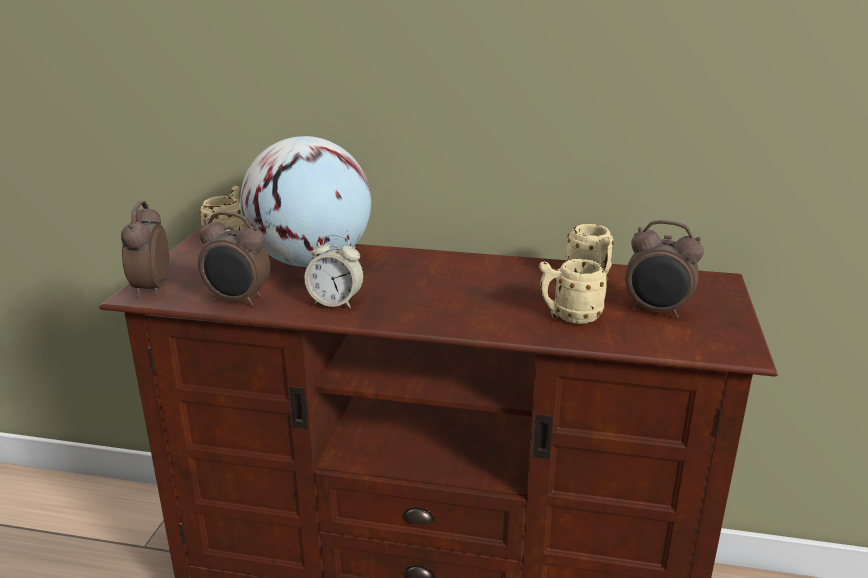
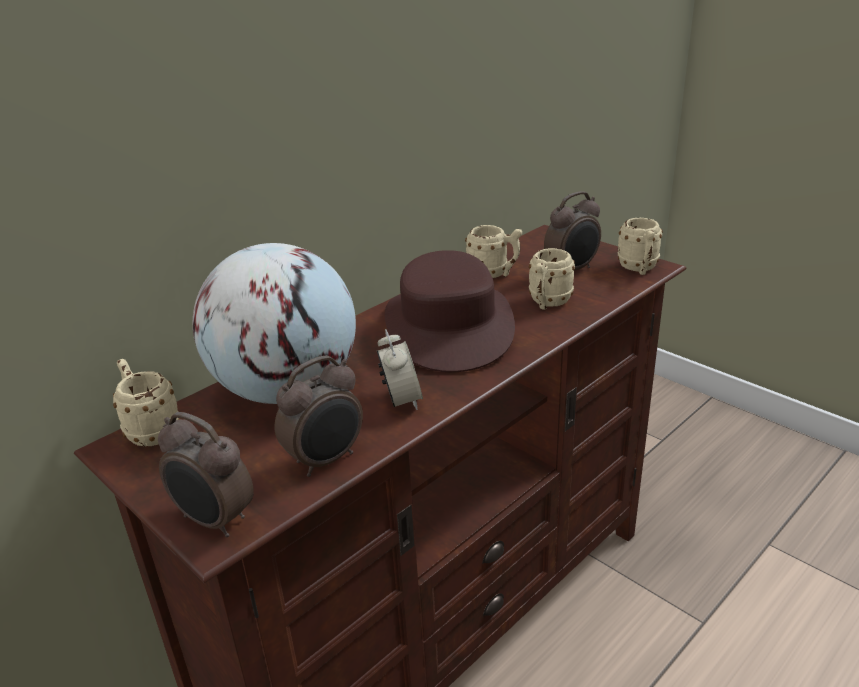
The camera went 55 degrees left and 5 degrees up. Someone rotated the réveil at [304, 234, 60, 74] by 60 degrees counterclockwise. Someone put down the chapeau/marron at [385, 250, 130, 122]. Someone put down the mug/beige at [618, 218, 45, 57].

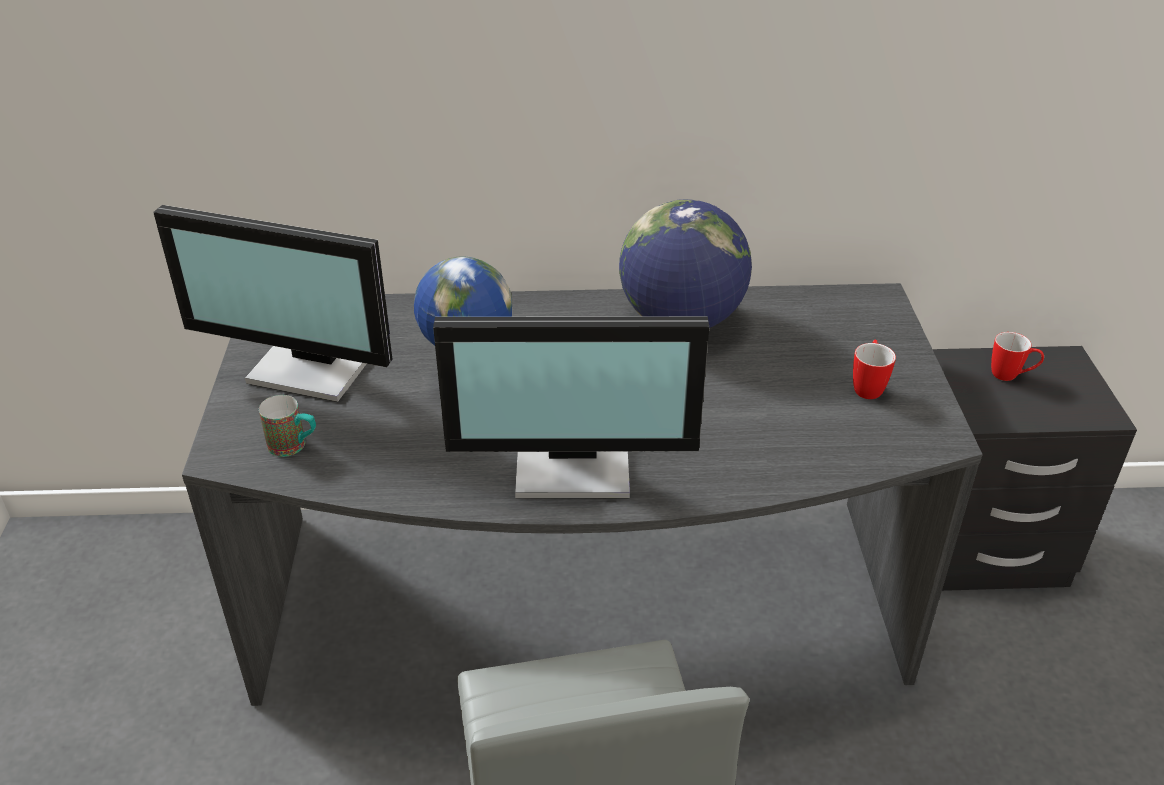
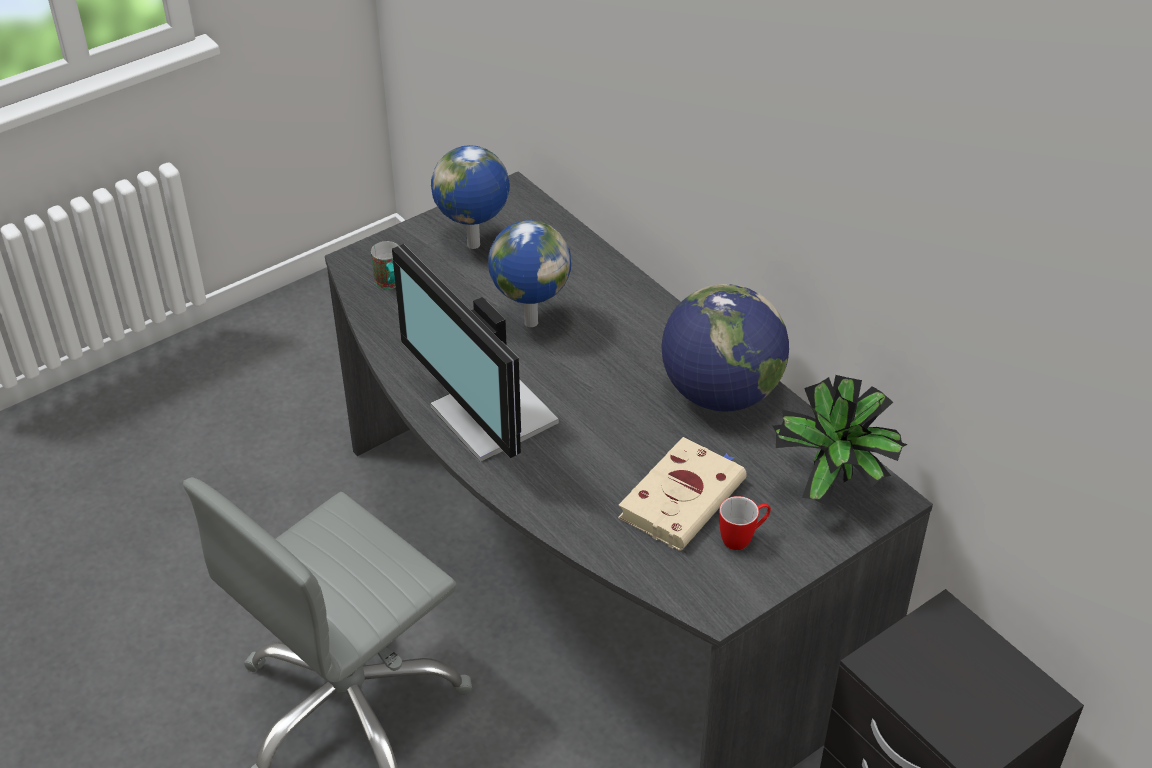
The camera went 55 degrees right and 5 degrees up. Someone swapped the écran d'ordinateur at [153, 205, 240, 197] for the globe at [431, 145, 79, 104]. Someone took away the mug at [991, 332, 53, 49]. Someone put down the livre/beige at [618, 437, 129, 114]. Someone put down the plante en pot at [773, 375, 135, 131].

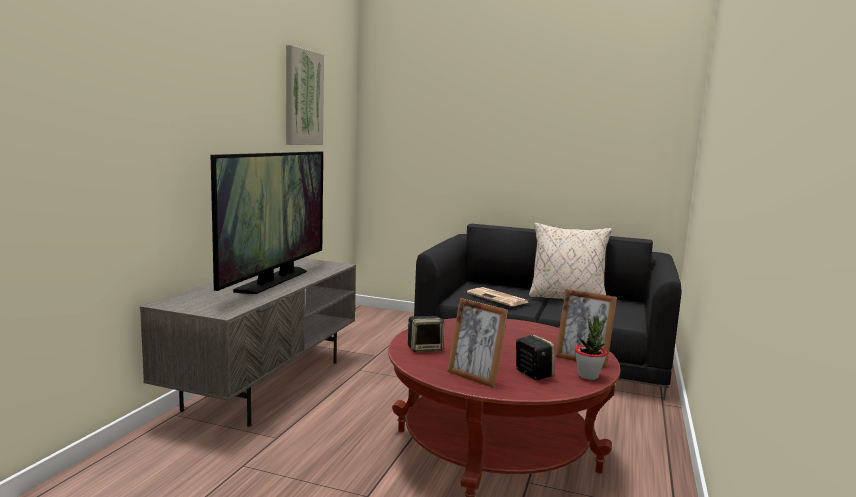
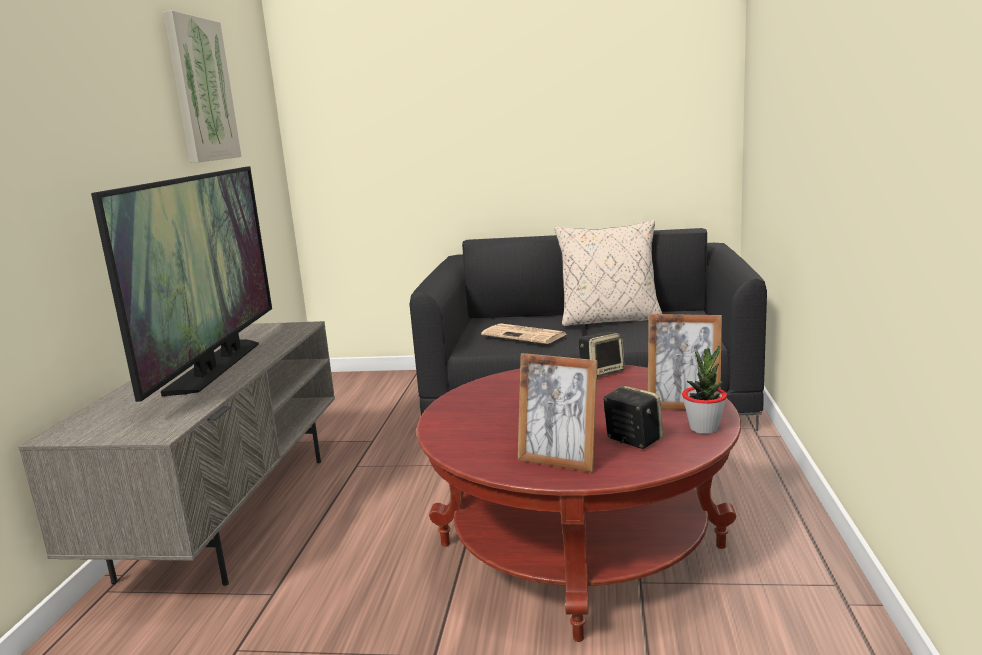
The camera went 10 degrees left and 5 degrees up. Someone carried the enceinte from [408, 316, 36, 36] to [579, 331, 46, 46].

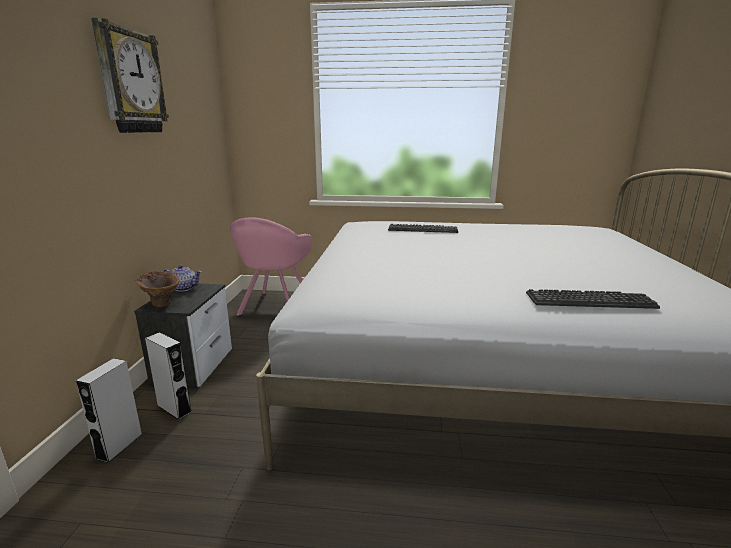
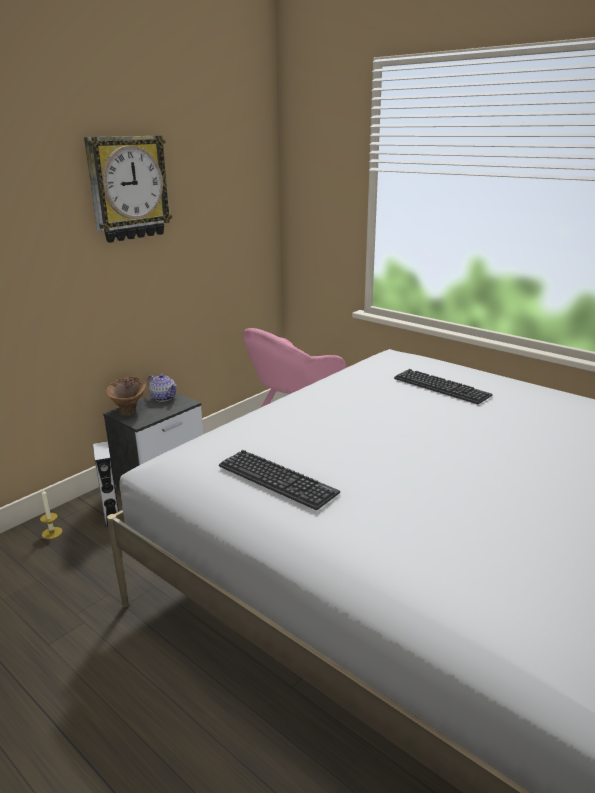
The camera went 35 degrees right and 5 degrees up. Someone swapped the enceinte/gris at [76, 358, 66, 105] for the bougie at [40, 490, 23, 49]. Someone carried the clavier from [526, 289, 134, 20] to [219, 450, 121, 60].

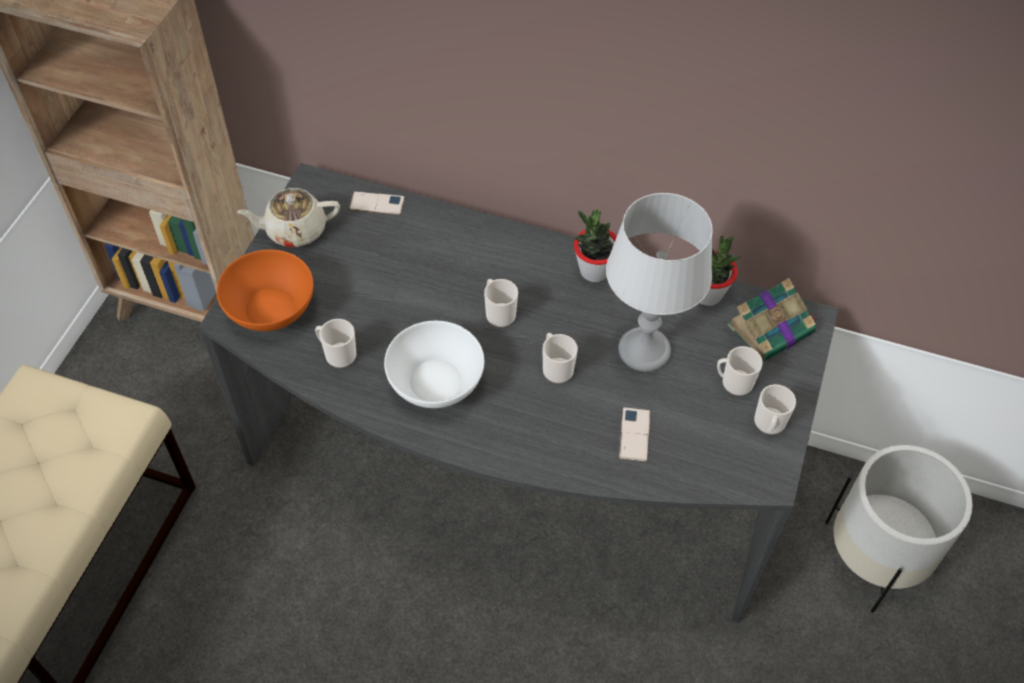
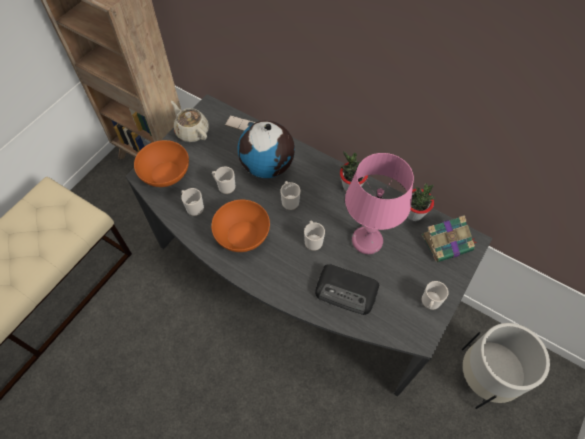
The camera went 15 degrees right and 5 degrees up. Someone rotated the théière/beige at [237, 188, 103, 59] by 45 degrees clockwise. Someone repainted the bol/blanc at [384, 321, 100, 87], which became the bol/orange at [211, 200, 59, 52]. Someone repainted the lampe de table/gris at [606, 193, 107, 179], which became the lampe de table/rose at [345, 153, 69, 101]. Someone swapped the téléphone at [619, 407, 31, 55] for the radio at [315, 264, 64, 51]. Someone carried the mug from [717, 346, 46, 50] to [212, 167, 23, 27]. Someone put down the globe at [238, 121, 57, 57].

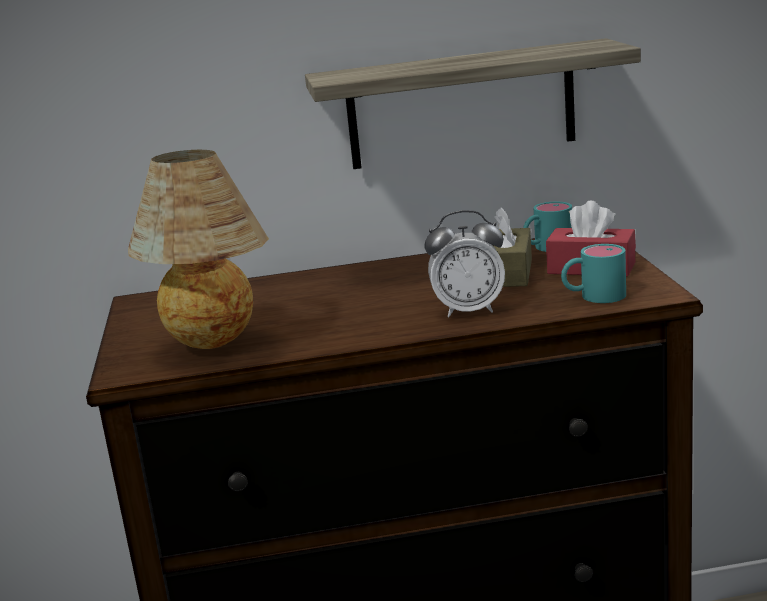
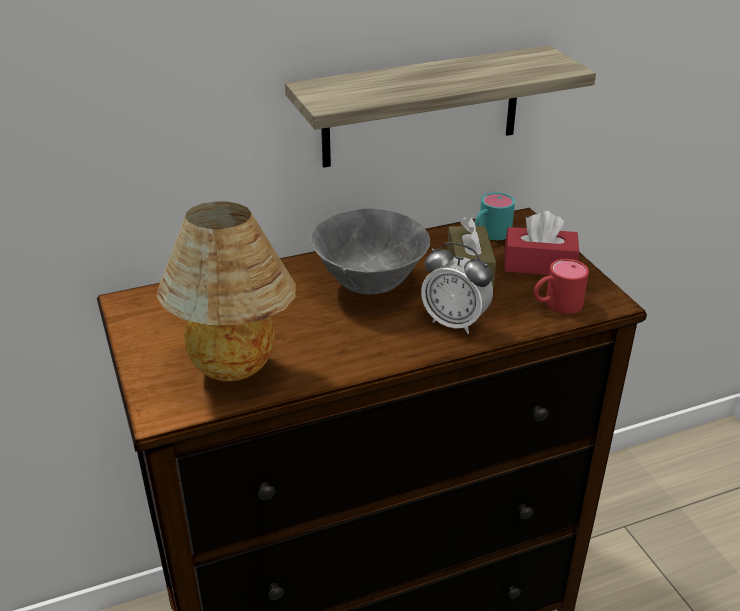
The camera went 15 degrees left and 15 degrees up. Someone rotated the réveil at [424, 210, 81, 107] by 45 degrees clockwise. Someone repainted the mug/turquoise at [561, 244, 65, 59], which became the mug/rouge at [534, 259, 55, 55]. Someone put down the bol/gris at [311, 209, 119, 85].

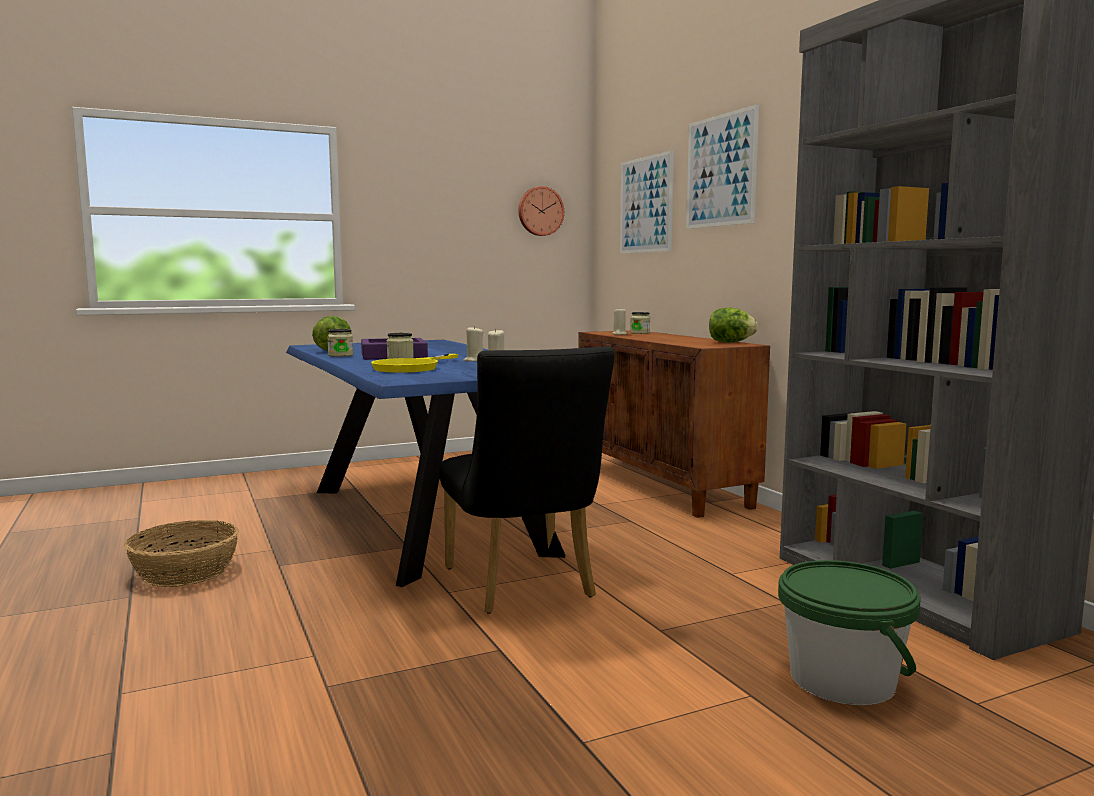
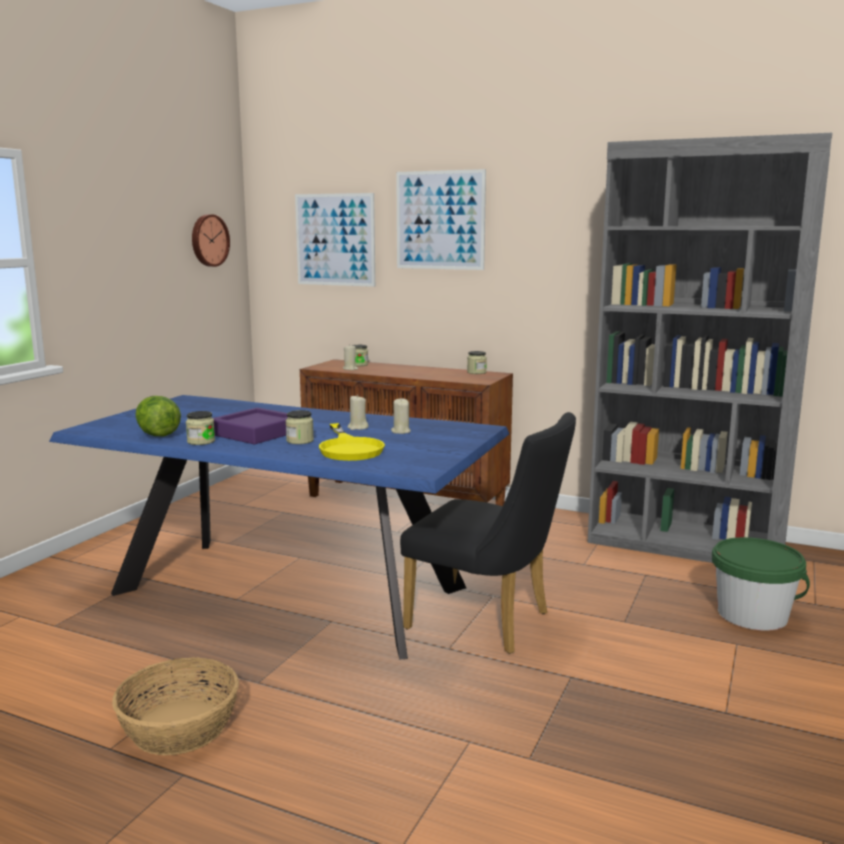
The camera went 40 degrees left and 5 degrees up. Someone swapped the laitue at [709, 308, 49, 35] for the bocal at [467, 351, 20, 23].

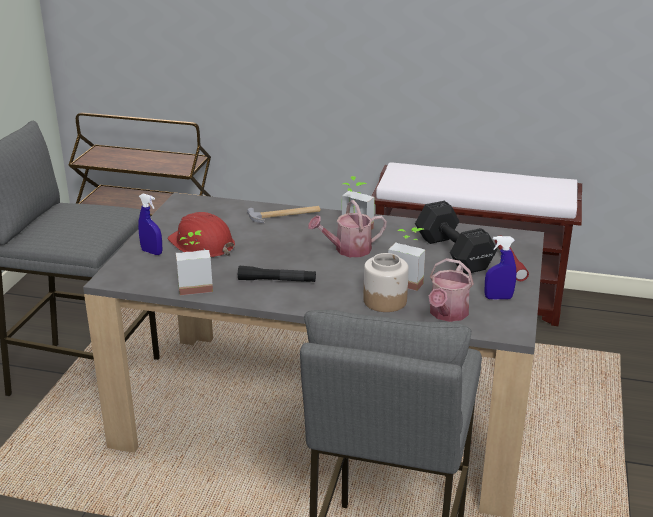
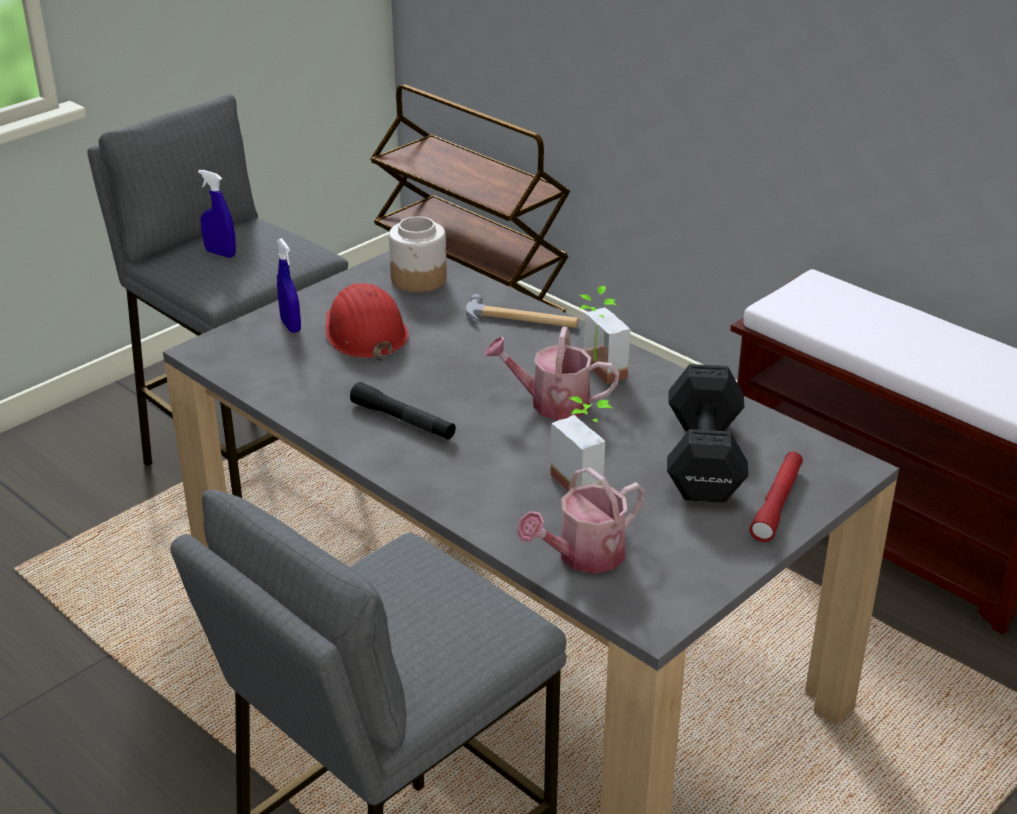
The camera went 30 degrees right and 5 degrees up. Someone took away the plante en pot at [176, 230, 37, 65]. Someone carried the bocal from [363, 253, 46, 59] to [389, 216, 58, 76]. Someone carried the vaporisateur/bleu from [484, 236, 32, 64] to [198, 170, 38, 88].

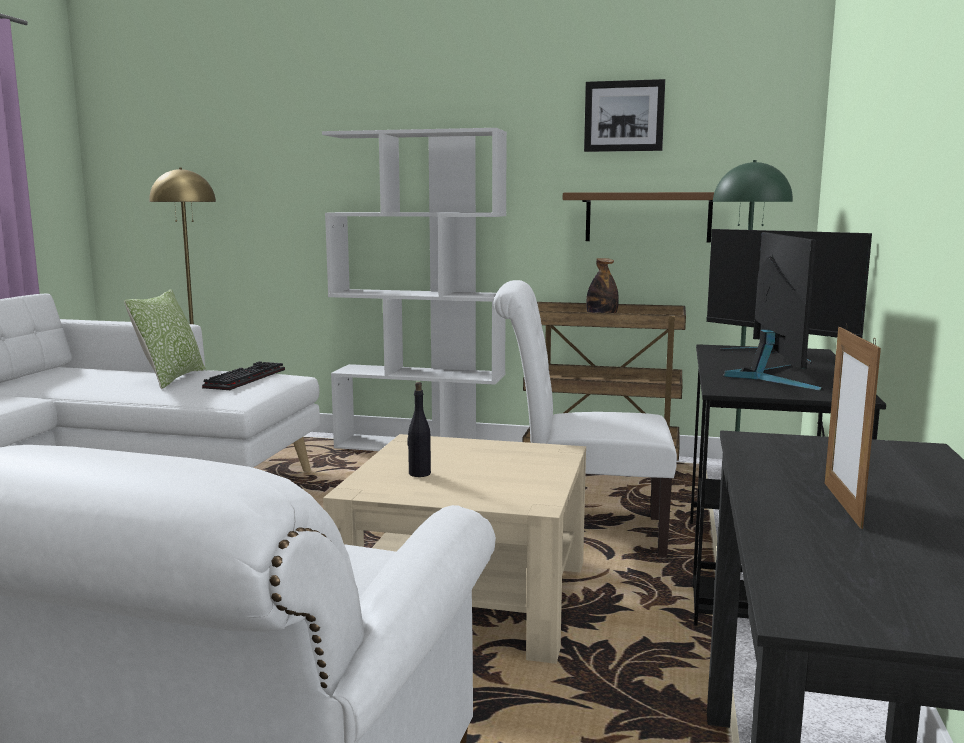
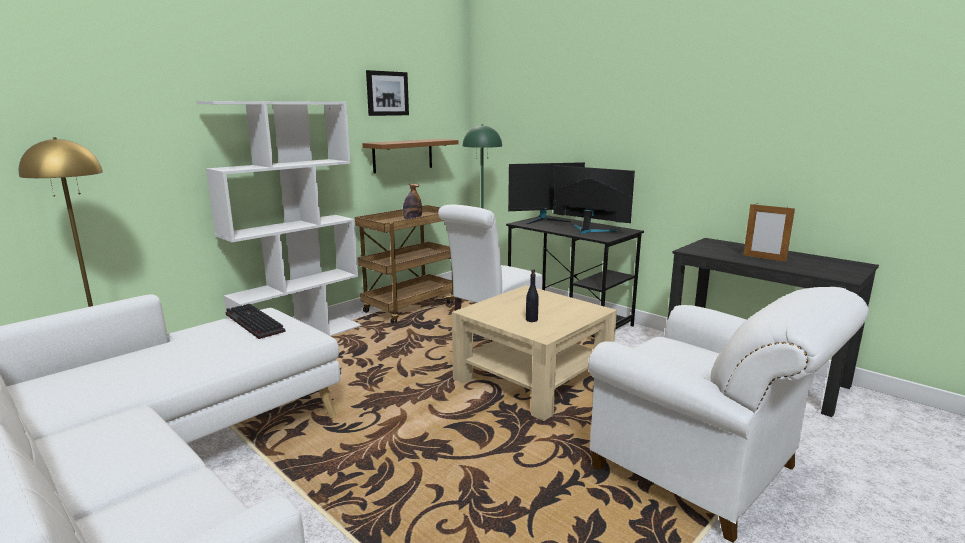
The camera went 60 degrees left and 5 degrees up. Someone took away the coussin at [124, 289, 82, 100].

